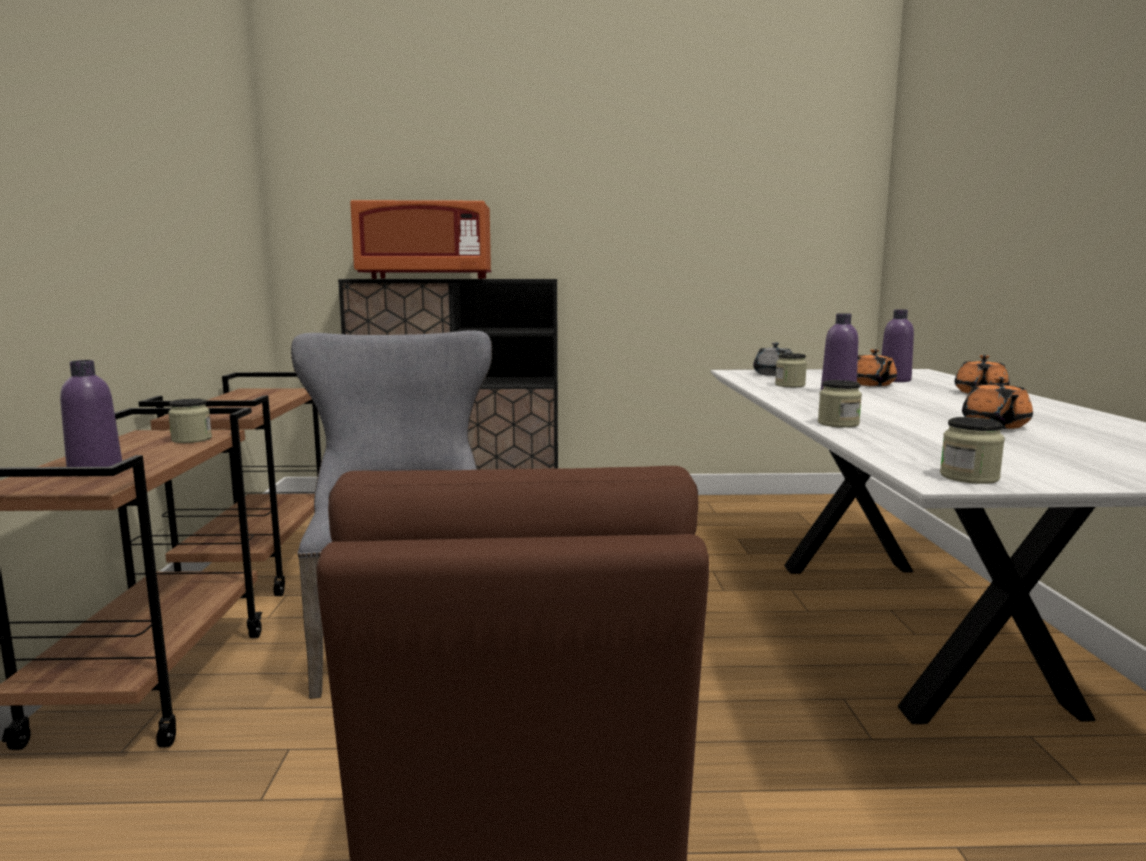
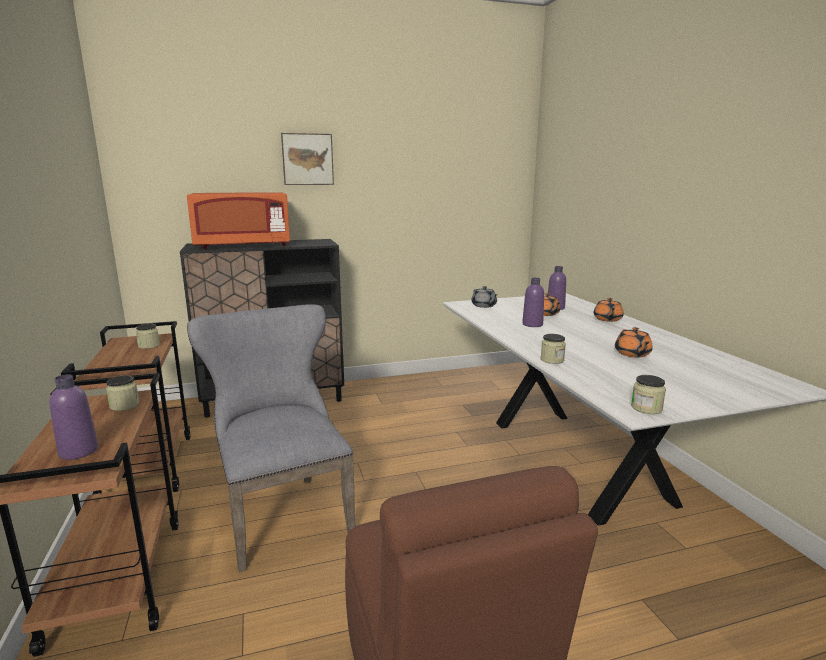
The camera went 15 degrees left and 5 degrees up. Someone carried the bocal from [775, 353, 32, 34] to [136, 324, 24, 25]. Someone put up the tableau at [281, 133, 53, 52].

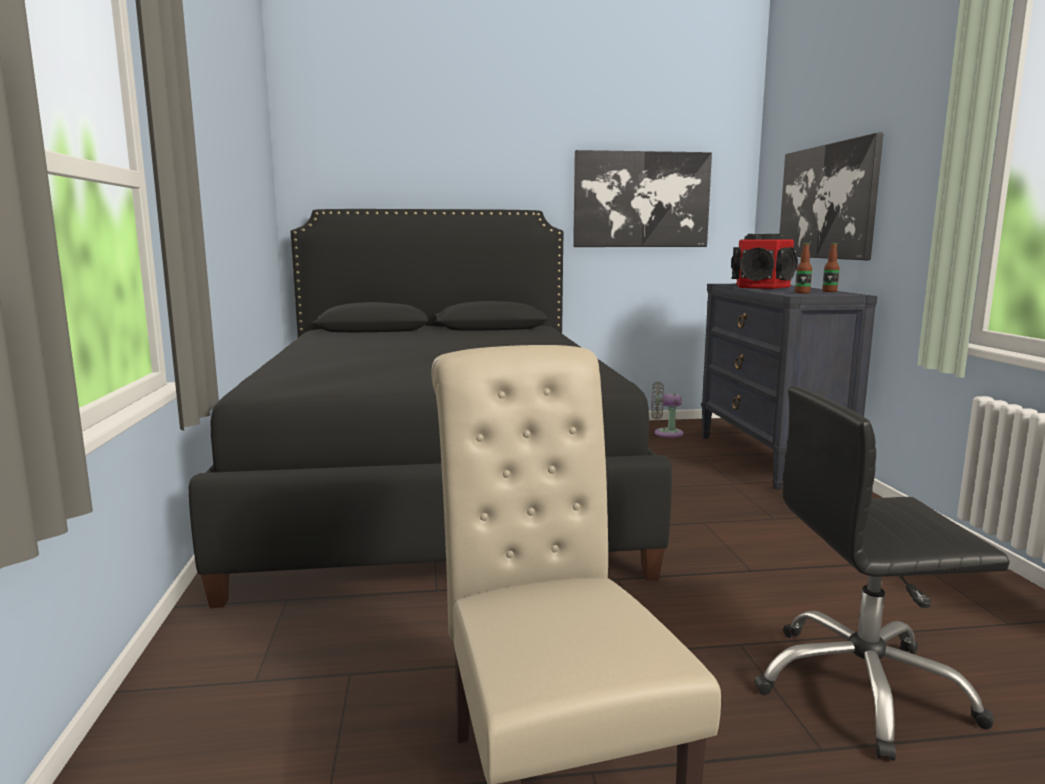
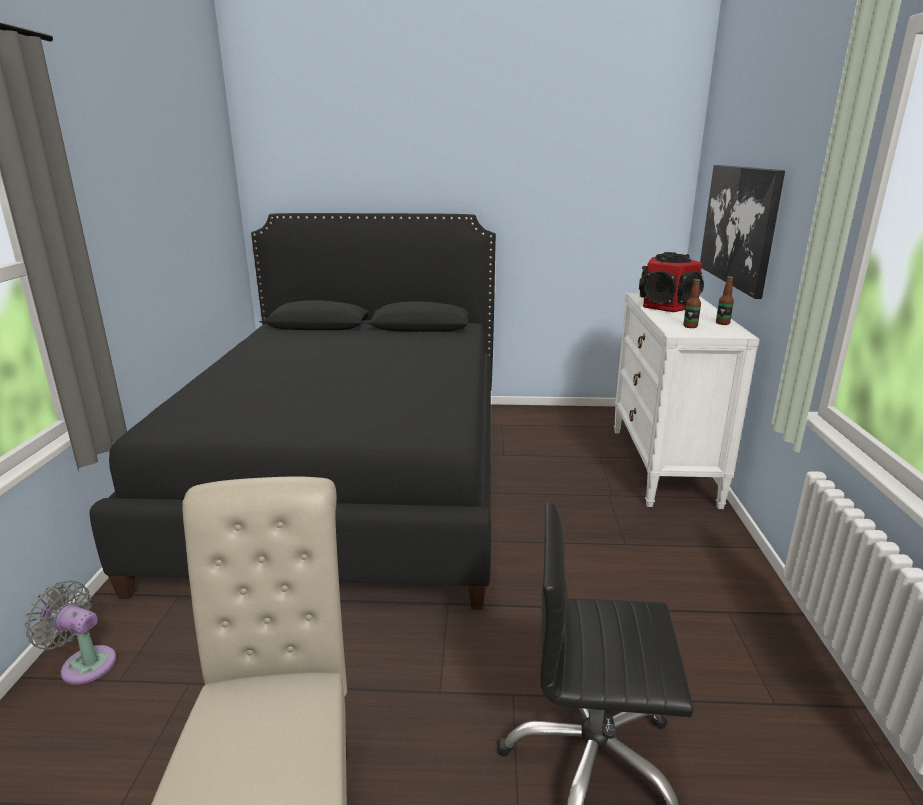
The camera went 10 degrees right and 10 degrees up. Someone took away the tableau at [573, 150, 139, 97]. Someone carried the ventilateur/gris from [651, 381, 33, 57] to [25, 581, 91, 104]. Someone repainted the commode/noir at [701, 284, 176, 206], which became the commode/blanc at [614, 293, 145, 216].

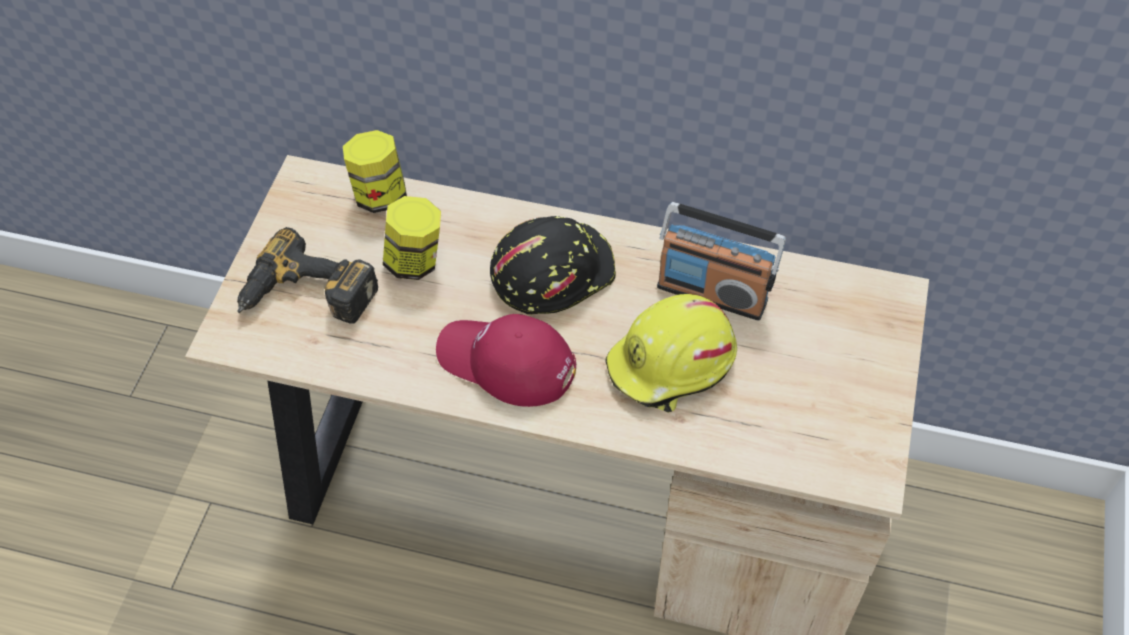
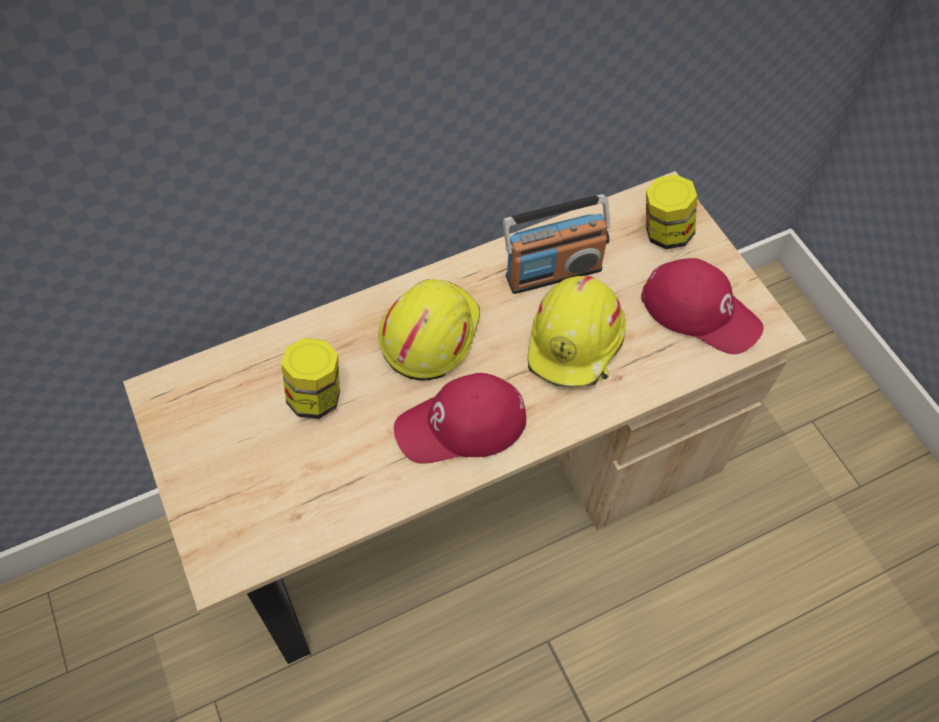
The camera went 40 degrees left and 5 degrees up. Someone took away the perceuse at [237, 227, 141, 97]. Someone carried the bocal from [343, 130, 64, 83] to [646, 174, 51, 75]. Someone repainted the casque de chantier/noir at [490, 216, 126, 99], which became the casque de chantier/jaune at [378, 279, 102, 102]. Someone put down the casquette/rouge at [641, 258, 123, 96].

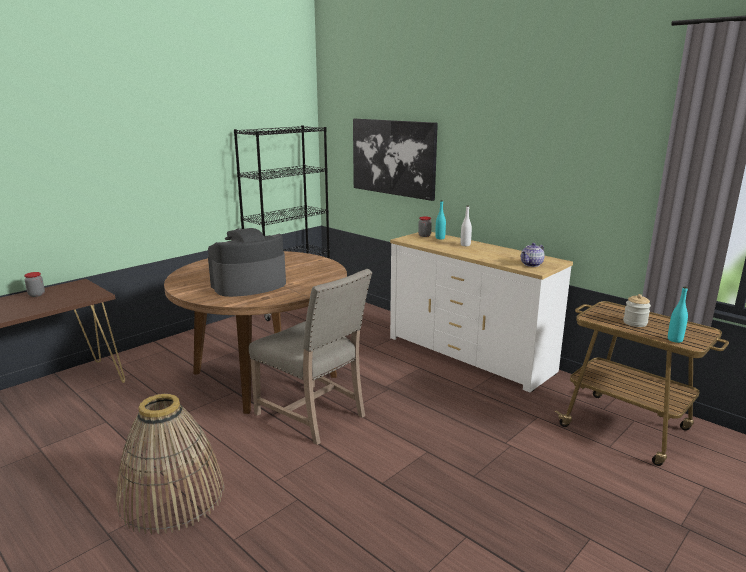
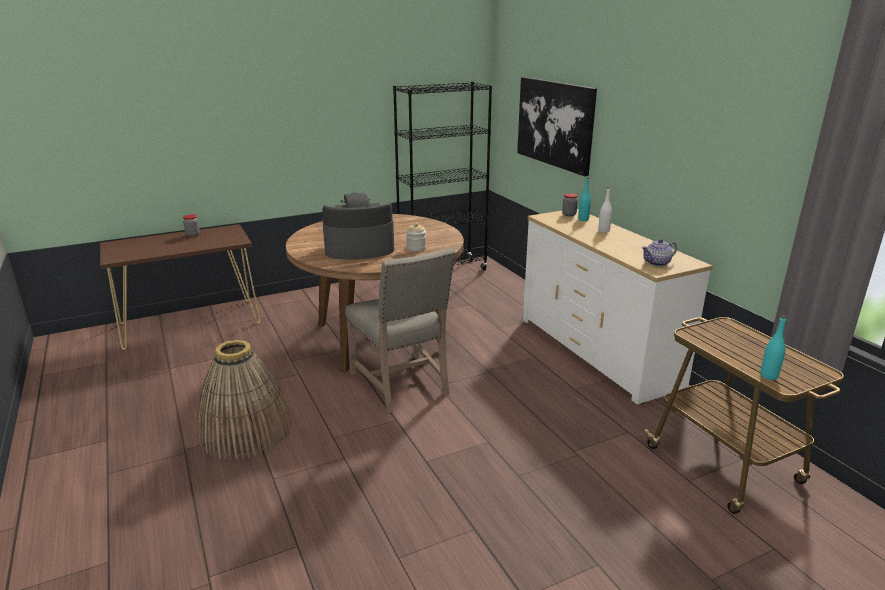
The camera went 20 degrees right and 5 degrees up. Someone carried the bocal from [623, 294, 28, 33] to [406, 223, 20, 29].

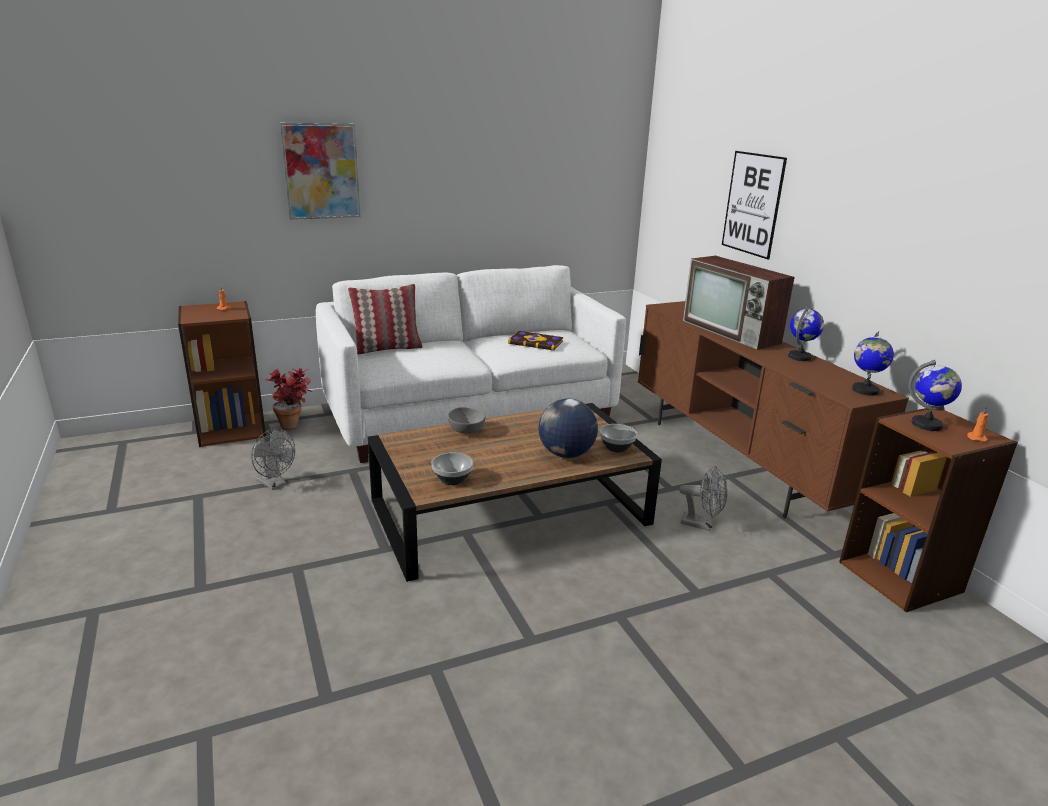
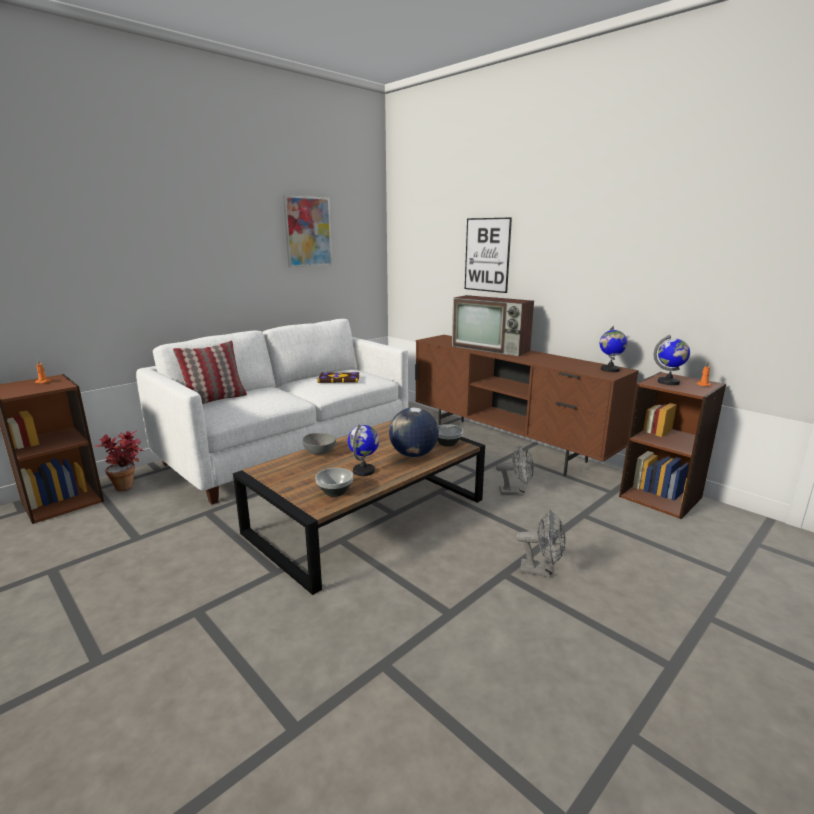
The camera went 20 degrees left and 5 degrees down. Someone carried the ventilateur/gris from [251, 429, 44, 61] to [516, 510, 49, 68]. Someone carried the tableau from [280, 123, 80, 97] to [283, 195, 49, 72]. Someone carried the globe from [788, 307, 36, 54] to [348, 425, 31, 51].

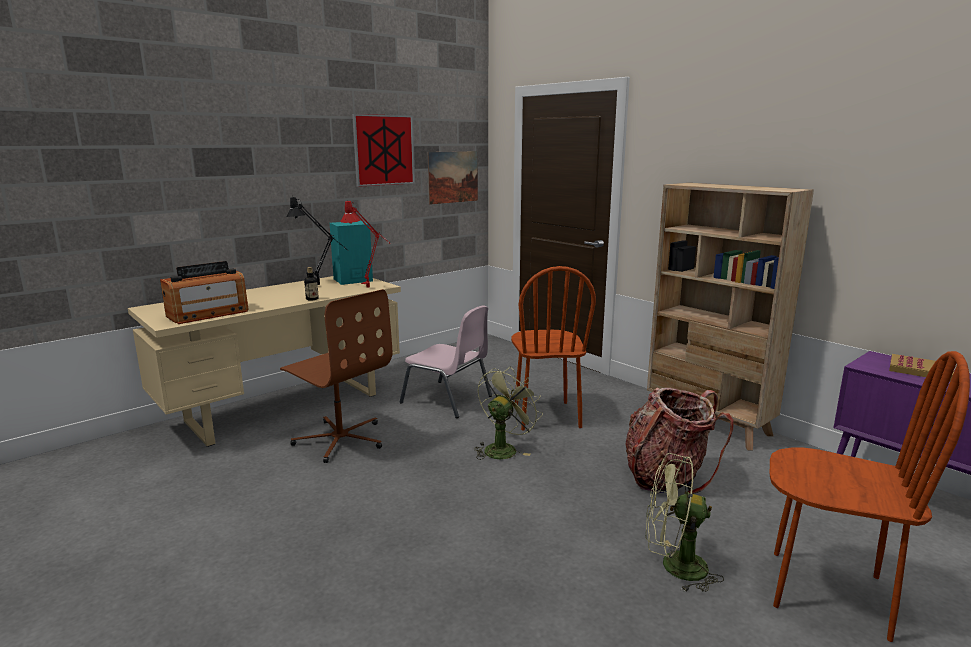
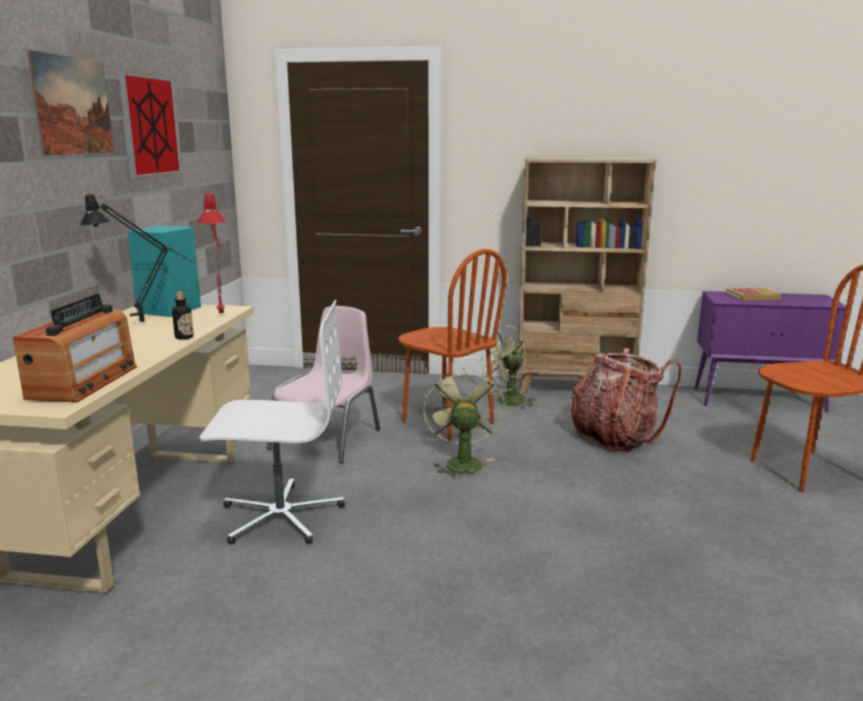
The camera went 40 degrees left and 0 degrees up. Someone repainted the chaise de bureau/marron at [280, 289, 112, 174], which became the chaise de bureau/blanc at [200, 300, 145, 245]. Someone rotated the chaise/rose at [400, 305, 92, 113] by 60 degrees counterclockwise. Someone carried the tableau from [428, 151, 50, 54] to [27, 50, 87, 105]. Someone carried the ventilateur/vert from [645, 453, 79, 139] to [477, 325, 59, 84].

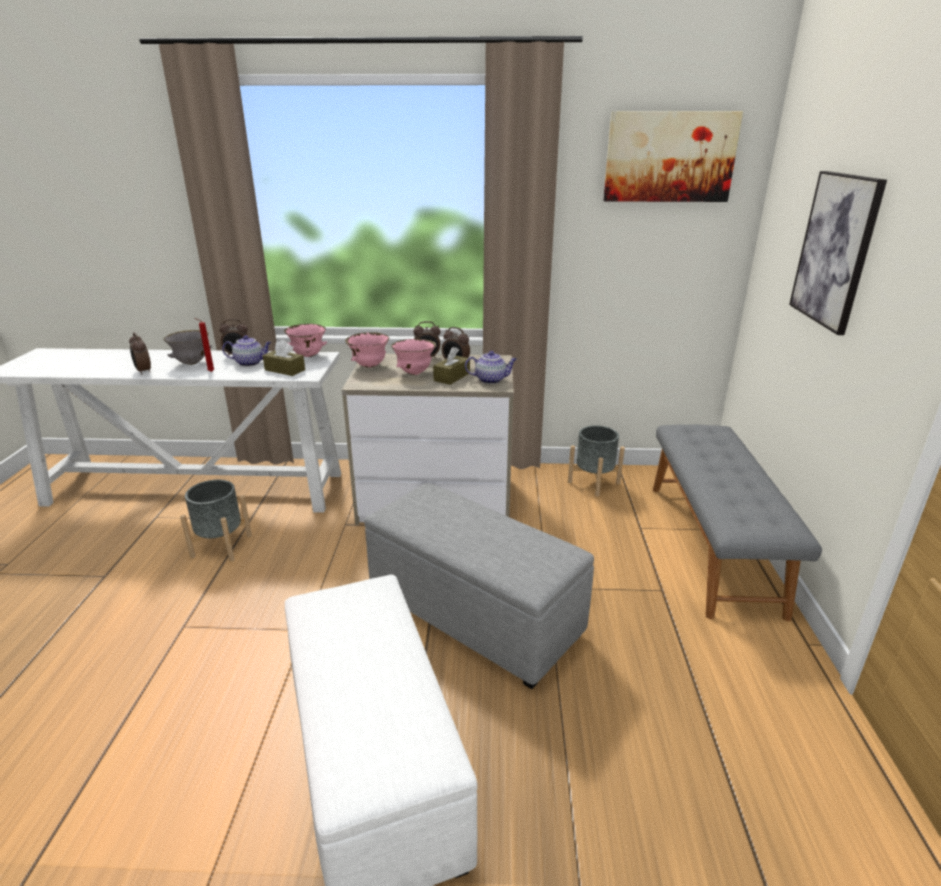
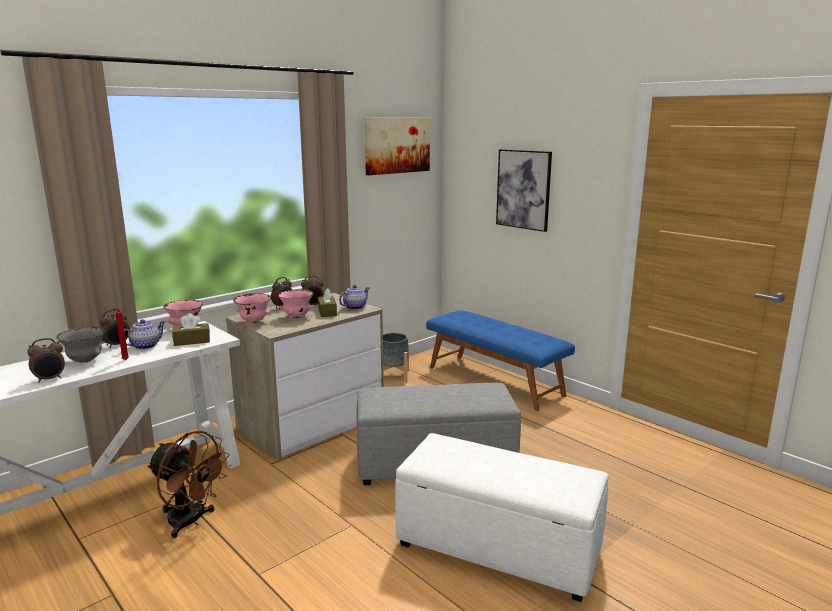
The camera went 45 degrees left and 10 degrees down. Someone rotated the réveil at [129, 332, 22, 43] by 45 degrees counterclockwise. Someone swapped the cache-pot/gris at [180, 480, 72, 81] for the ventilateur/marron at [147, 431, 83, 107]. Someone repainted the banc/gris at [653, 424, 169, 197], which became the banc/bleu at [426, 310, 149, 101].

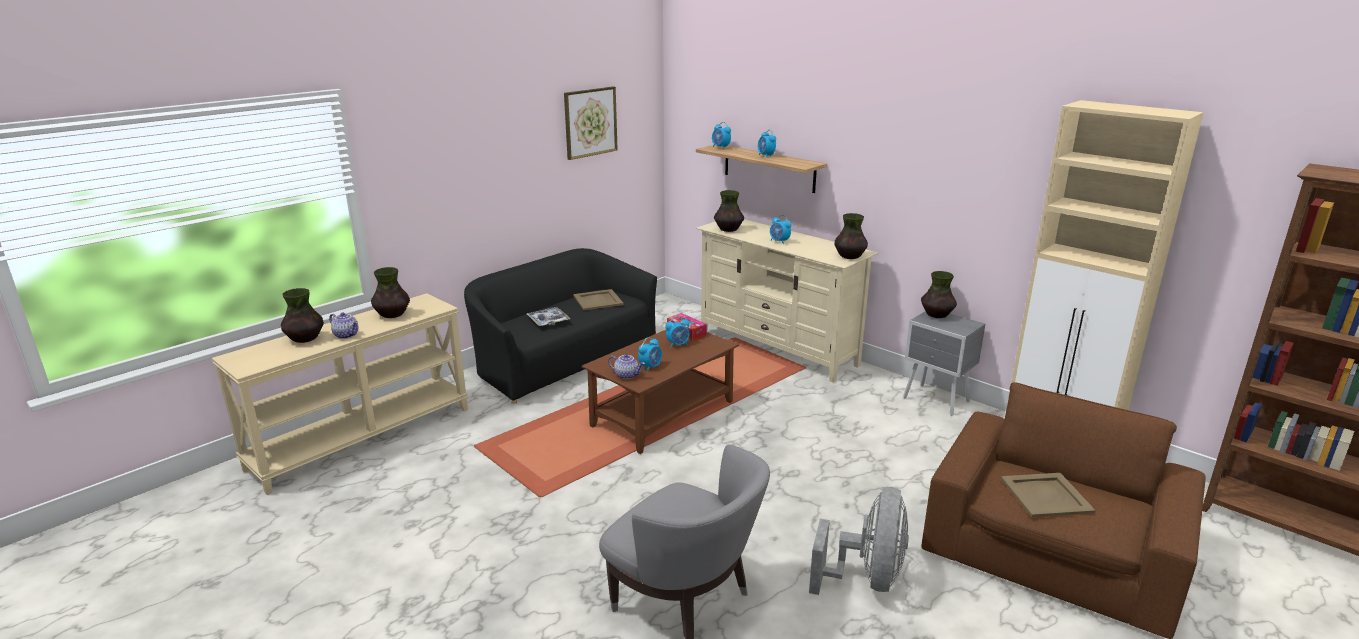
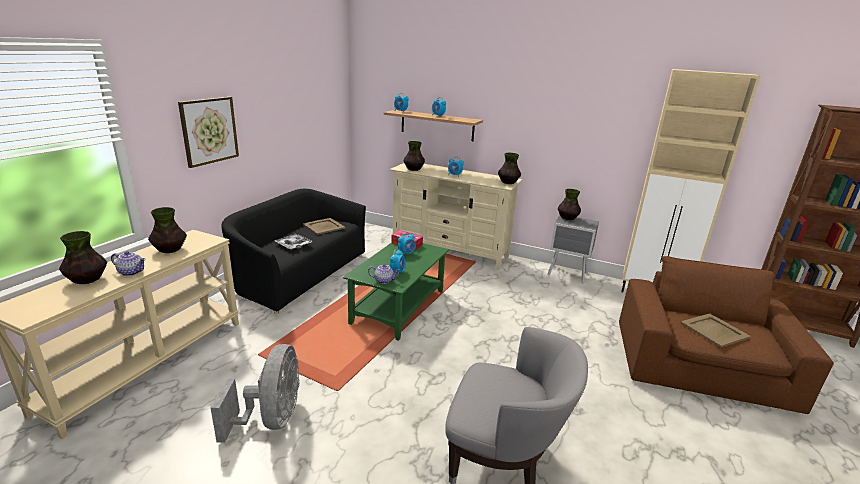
The camera went 20 degrees left and 0 degrees up. Someone carried the tableau from [564, 86, 54, 74] to [178, 97, 61, 71]. Someone repainted the table basse/marron at [582, 330, 157, 124], which became the table basse/vert at [343, 243, 106, 98]. Someone carried the ventilateur/gris from [809, 487, 100, 108] to [211, 344, 89, 99].

